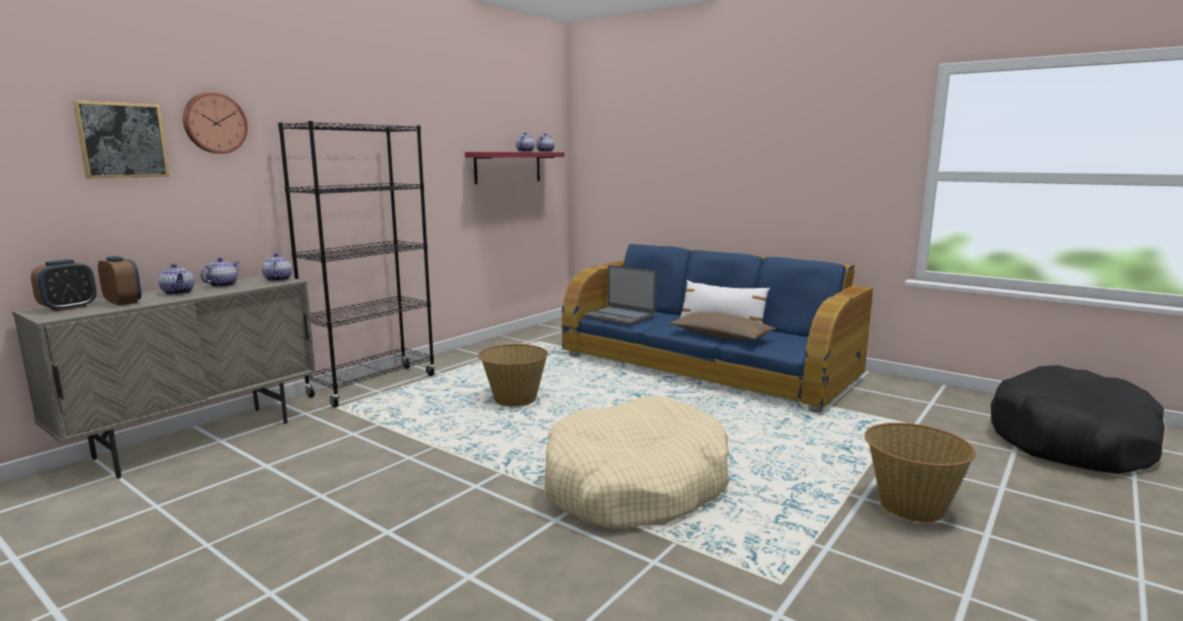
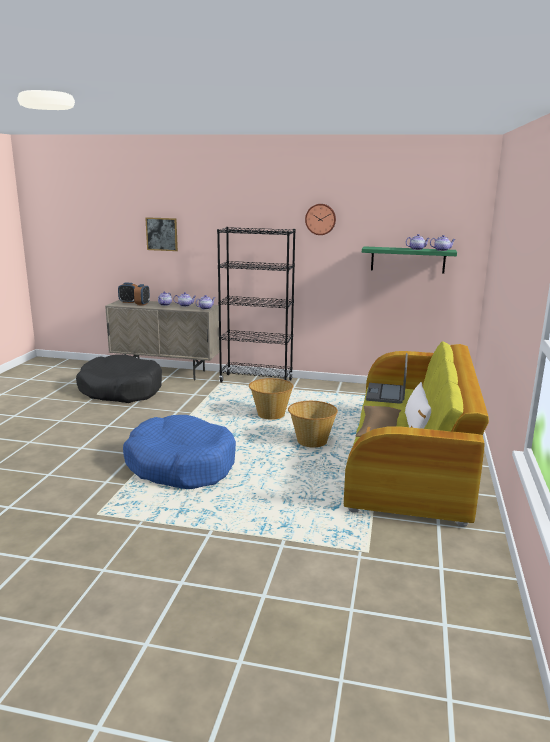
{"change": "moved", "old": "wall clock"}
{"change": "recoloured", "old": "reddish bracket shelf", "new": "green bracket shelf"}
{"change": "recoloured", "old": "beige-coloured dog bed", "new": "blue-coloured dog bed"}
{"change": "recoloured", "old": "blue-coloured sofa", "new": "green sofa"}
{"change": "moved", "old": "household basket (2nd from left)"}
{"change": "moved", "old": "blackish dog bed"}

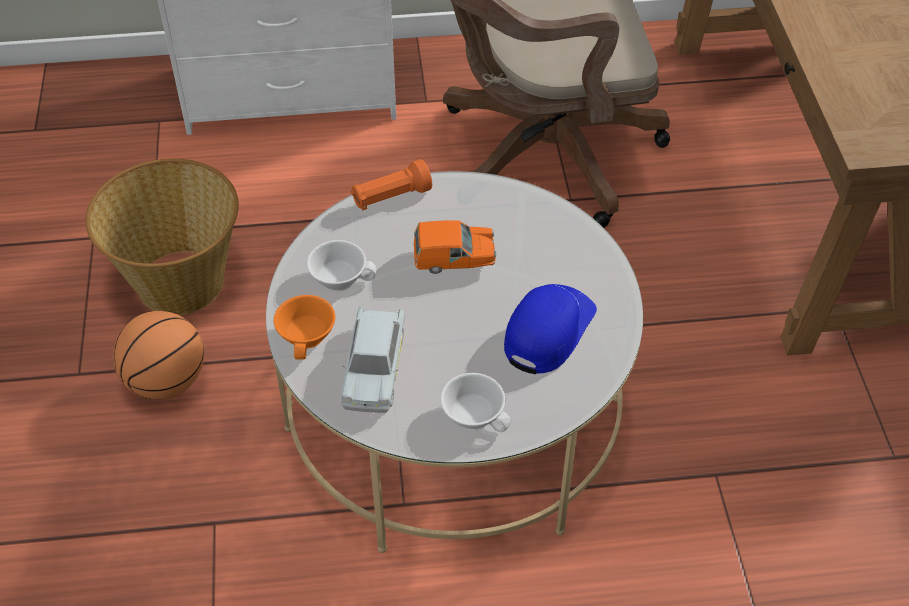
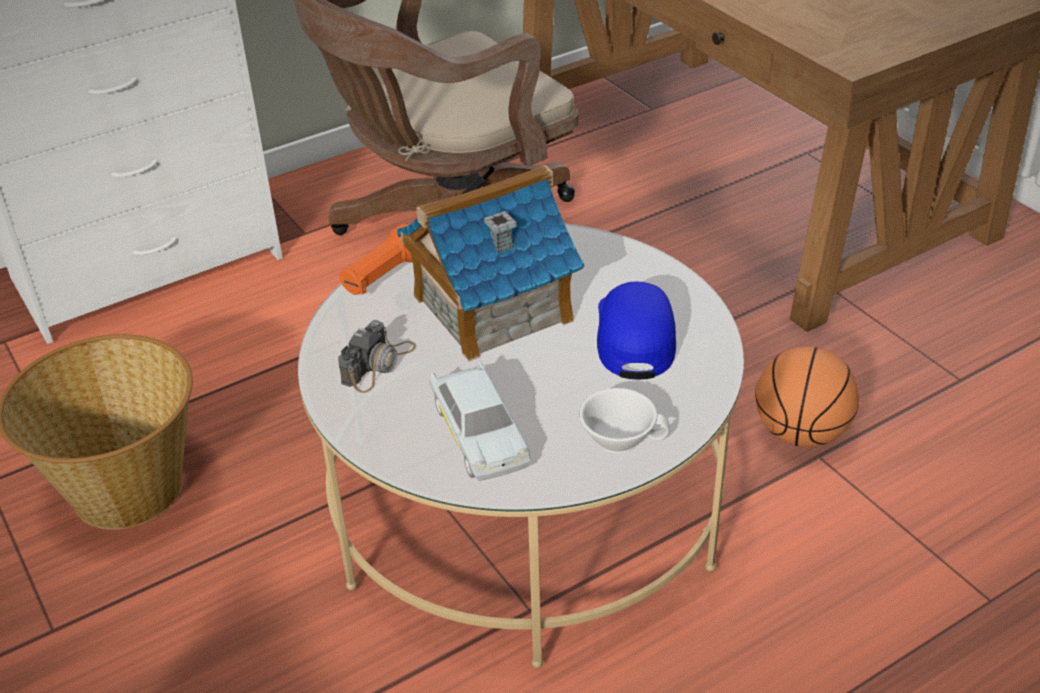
{"change": "moved", "old": "basketball"}
{"change": "removed", "old": "orange-coloured drinking cup"}
{"change": "replaced", "old": "white-coloured drinking cup (1st from left)", "new": "still camera"}
{"change": "replaced", "old": "orange-coloured model car", "new": "model house"}

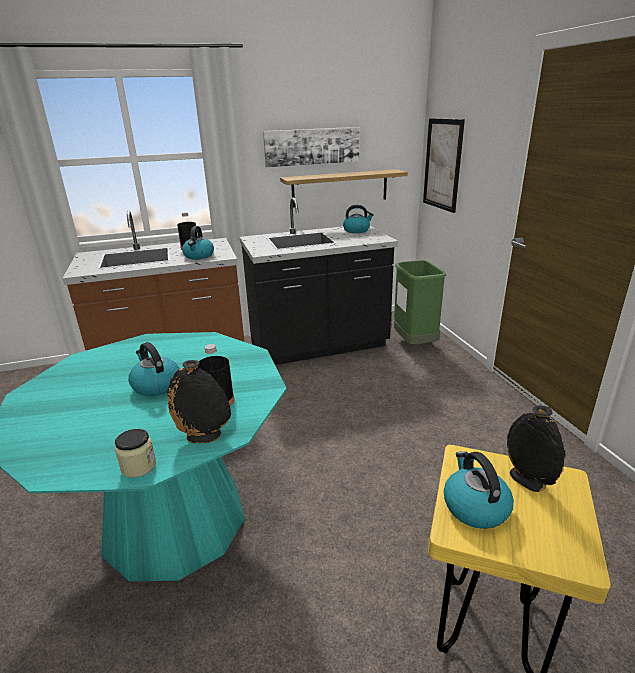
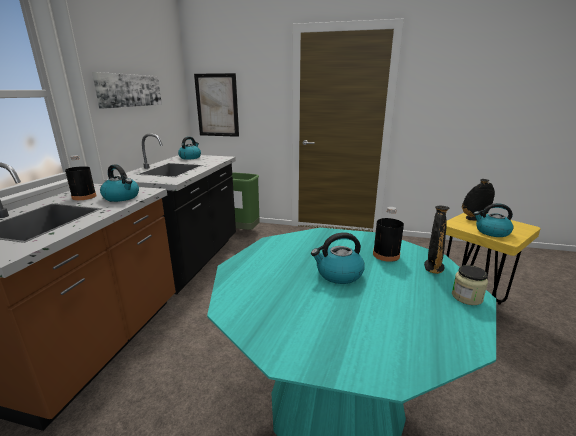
{"change": "removed", "old": "bracket shelf"}

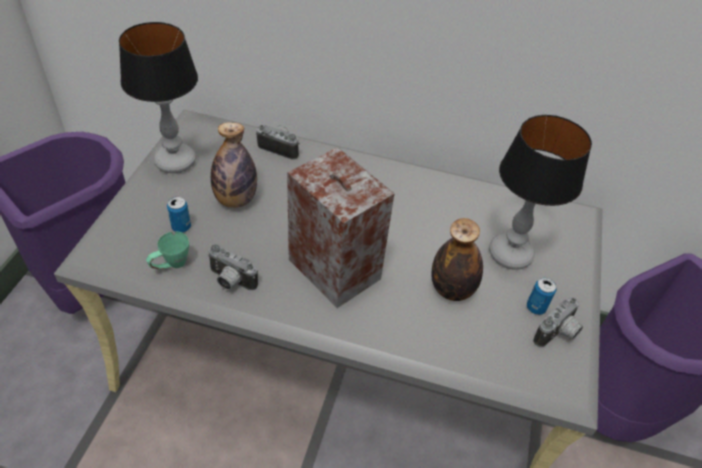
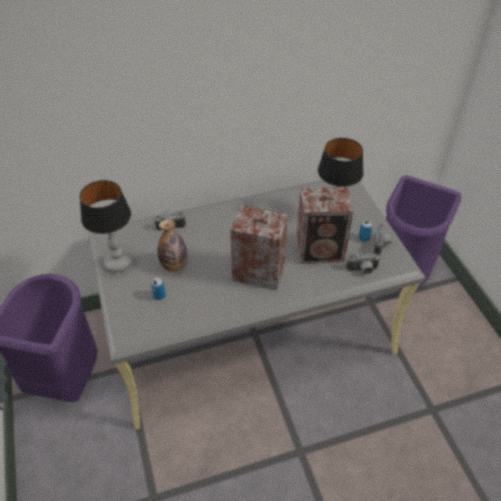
{"change": "removed", "old": "green coffee mug"}
{"change": "moved", "old": "still camera (1st from left in the first image)", "new": "still camera (2nd from left)"}
{"change": "replaced", "old": "beverage bottle (2nd from left)", "new": "speaker (2nd from left)"}

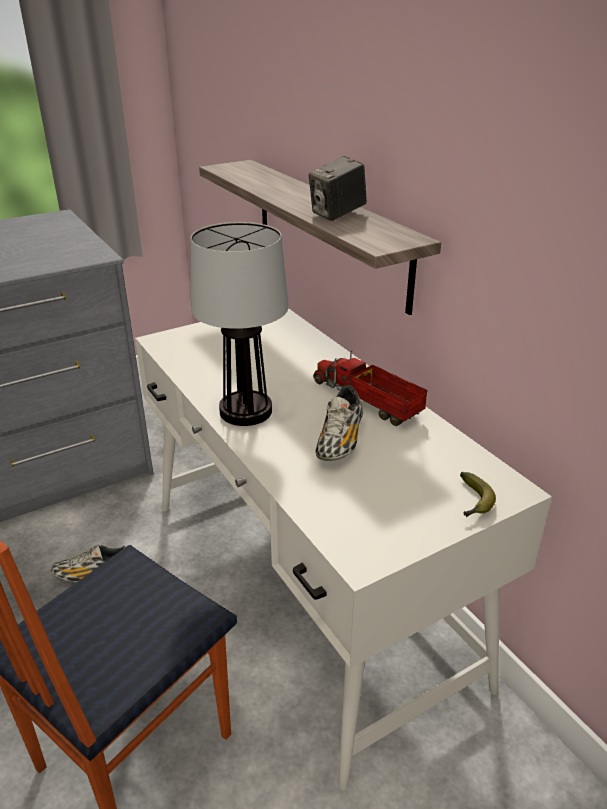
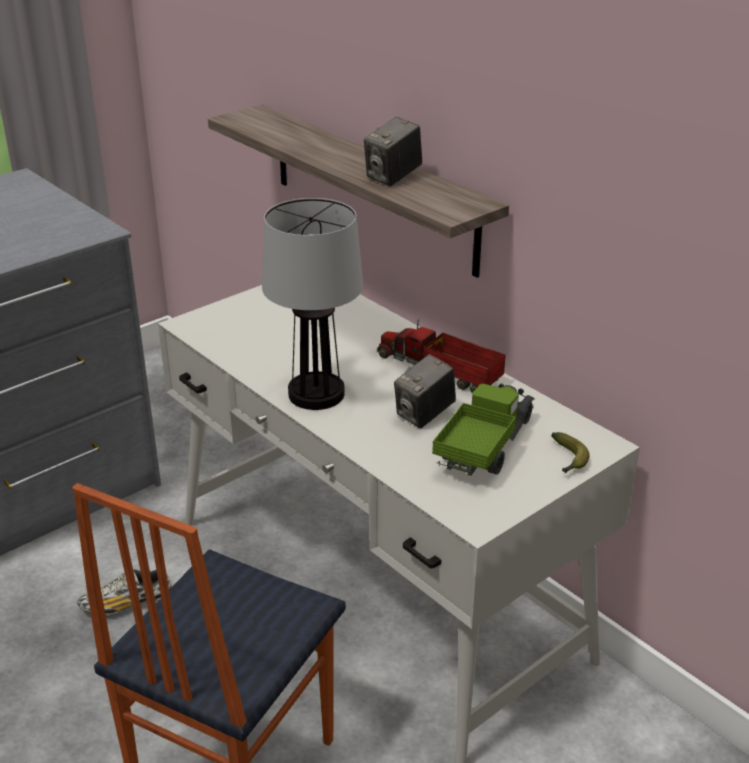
{"change": "replaced", "old": "low shoe (2nd from left)", "new": "still camera (2nd from left)"}
{"change": "added", "new": "toy lorry (2nd from left)"}

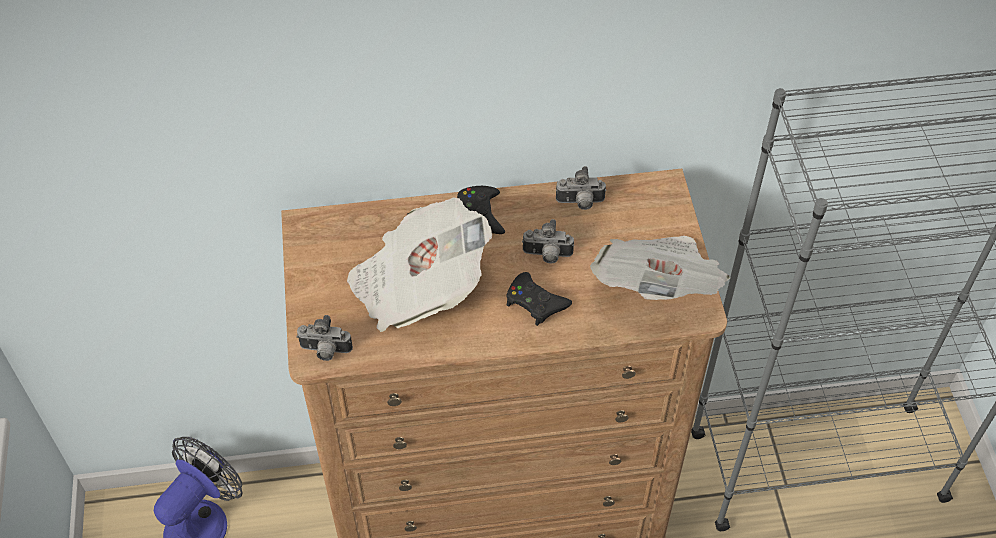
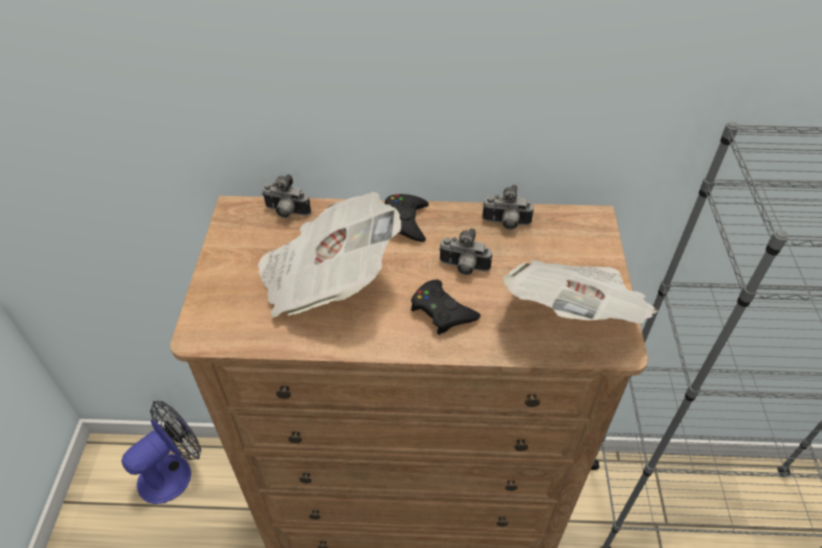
{"change": "moved", "old": "still camera (1st from left)"}

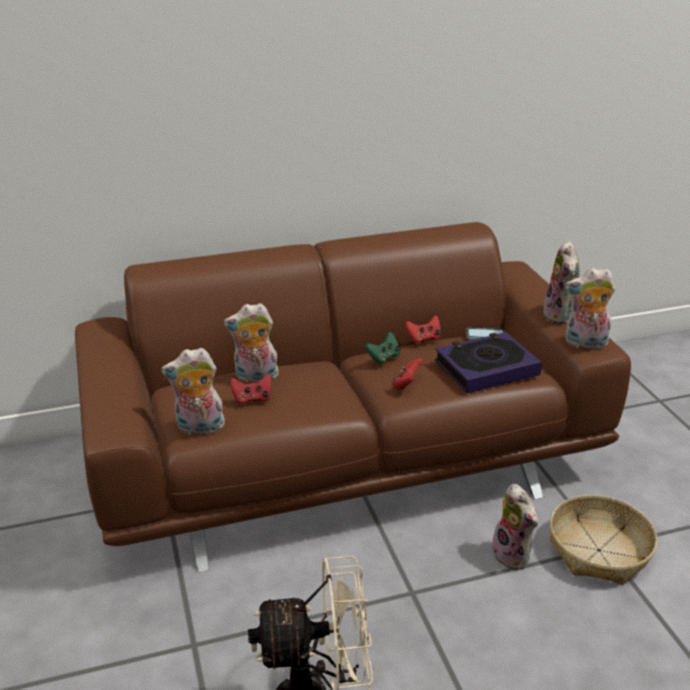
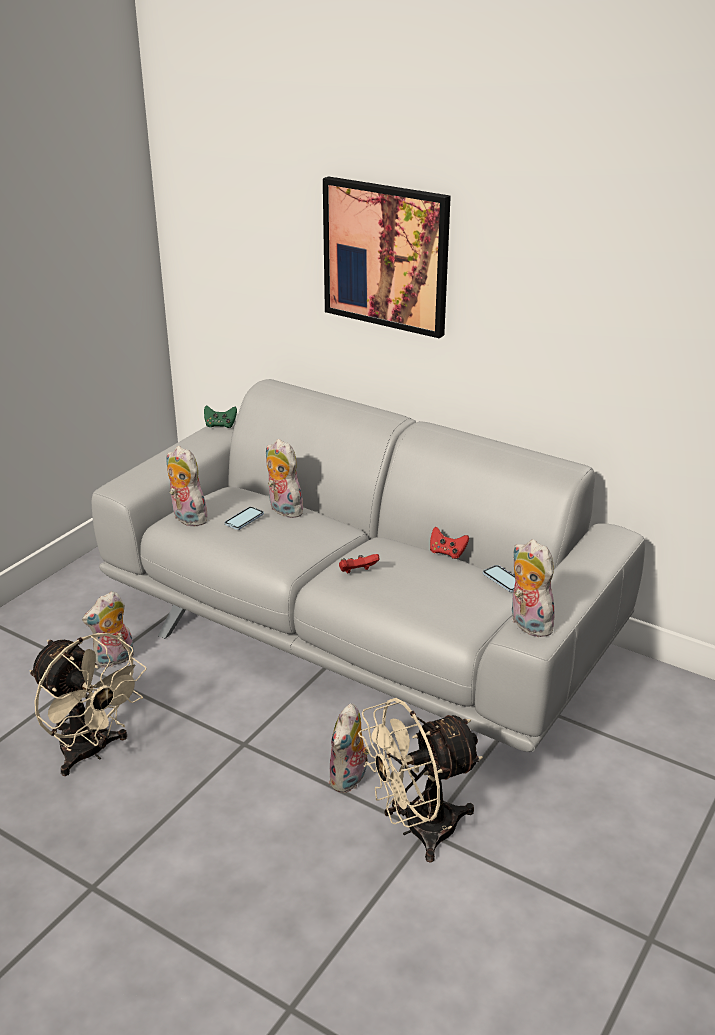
{"change": "recoloured", "old": "brownish sofa", "new": "greyish sofa"}
{"change": "replaced", "old": "reddish joypad (1st from left)", "new": "handset (1st from left)"}
{"change": "moved", "old": "green joypad"}
{"change": "removed", "old": "bound book"}
{"change": "moved", "old": "cuddly toy (4th from left in the first image)", "new": "cuddly toy (1st from left)"}
{"change": "replaced", "old": "household basket", "new": "beige-coloured fan (2nd from left)"}
{"change": "added", "new": "wall art"}

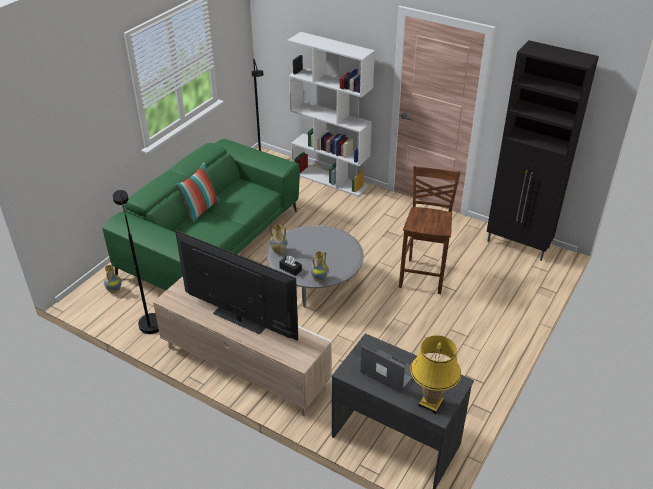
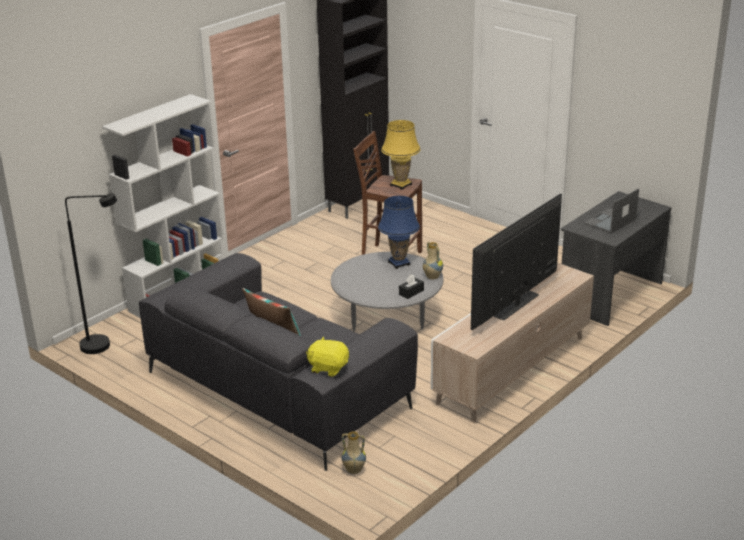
{"change": "recoloured", "old": "green sofa", "new": "greyish sofa"}
{"change": "removed", "old": "blackish floor lamp (1st from left)"}
{"change": "removed", "old": "flower vase (2nd from left)"}
{"change": "moved", "old": "yellow-coloured lamp for a table"}
{"change": "added", "new": "yellow-coloured cuddly toy"}
{"change": "added", "new": "blue-coloured lamp for a table"}

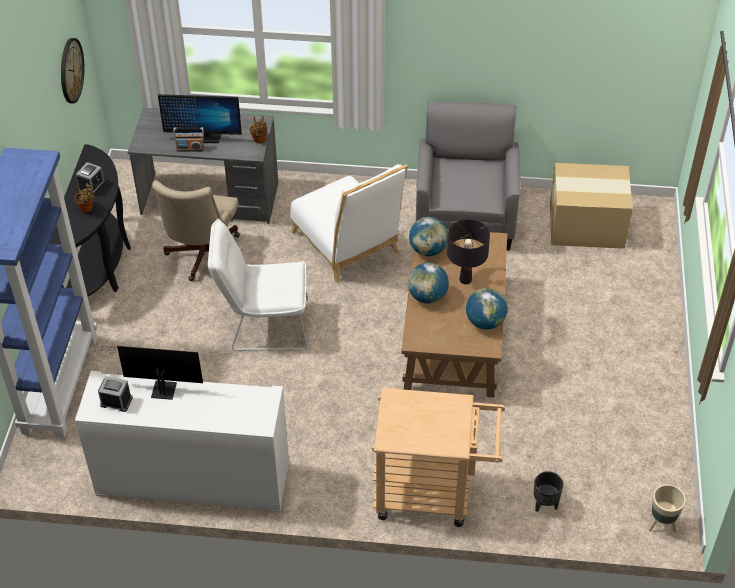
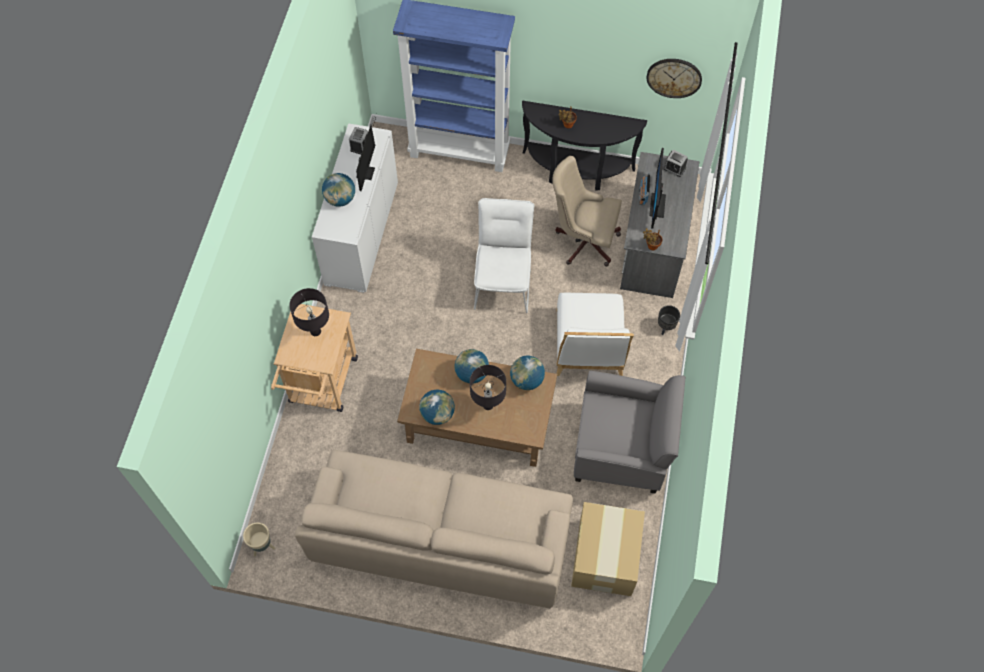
{"change": "moved", "old": "table clock (1st from left in the first image)", "new": "table clock (2nd from left)"}
{"change": "turned", "old": "white-coloured upright chair (2nd from left)", "degrees": -60}
{"change": "moved", "old": "blackish planter"}
{"change": "added", "new": "blackish lamp for a table (1st from left)"}
{"change": "added", "new": "beige-coloured sofa"}
{"change": "added", "new": "world globe (1st from left)"}

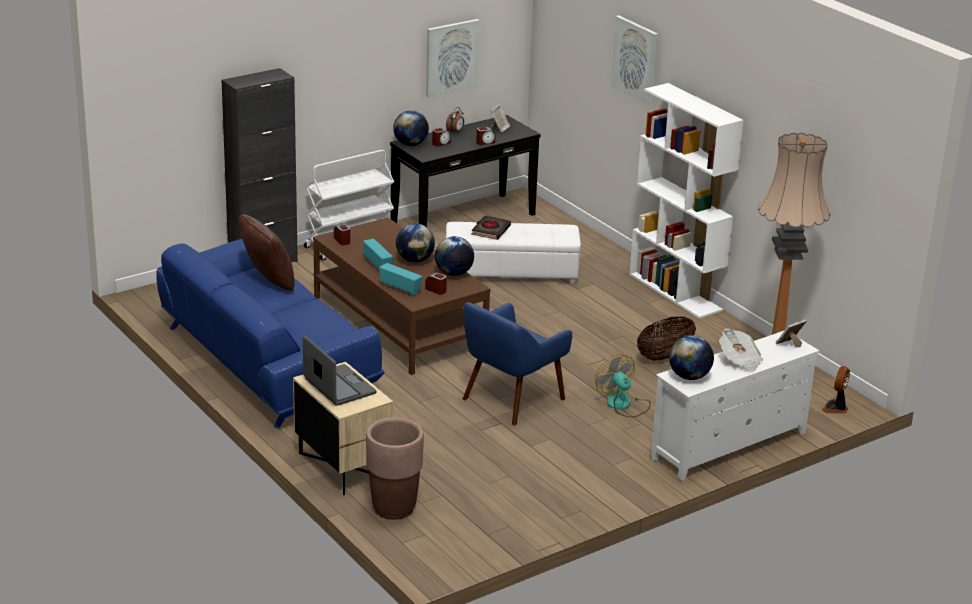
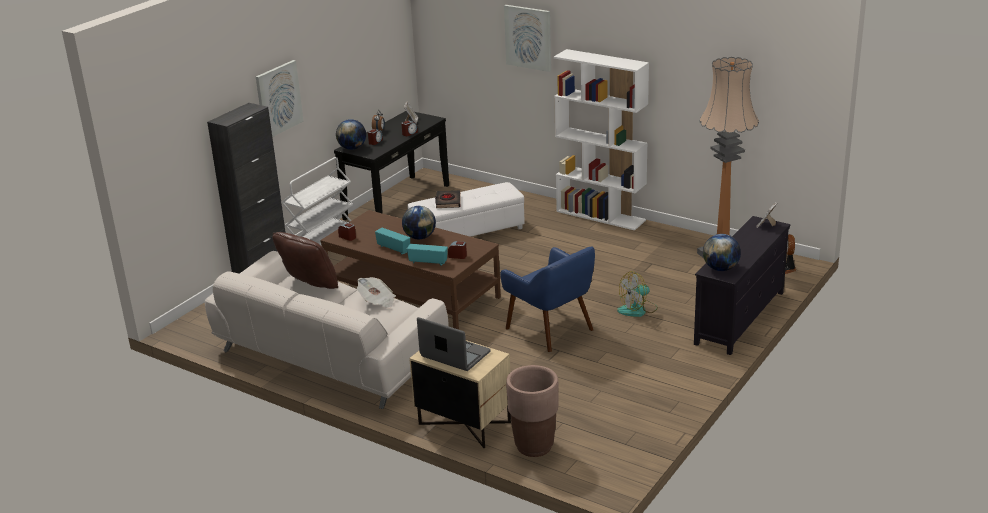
{"change": "recoloured", "old": "blue-coloured sofa", "new": "white-coloured sofa"}
{"change": "moved", "old": "wall art (1st from left)"}
{"change": "removed", "old": "world globe (3rd from left)"}
{"change": "turned", "old": "blue-coloured lounge chair", "degrees": -60}
{"change": "turned", "old": "fan (1st from left)", "degrees": -60}
{"change": "removed", "old": "household basket"}
{"change": "recoloured", "old": "white-coloured tv stand", "new": "blackish tv stand"}
{"change": "moved", "old": "printed paper"}

